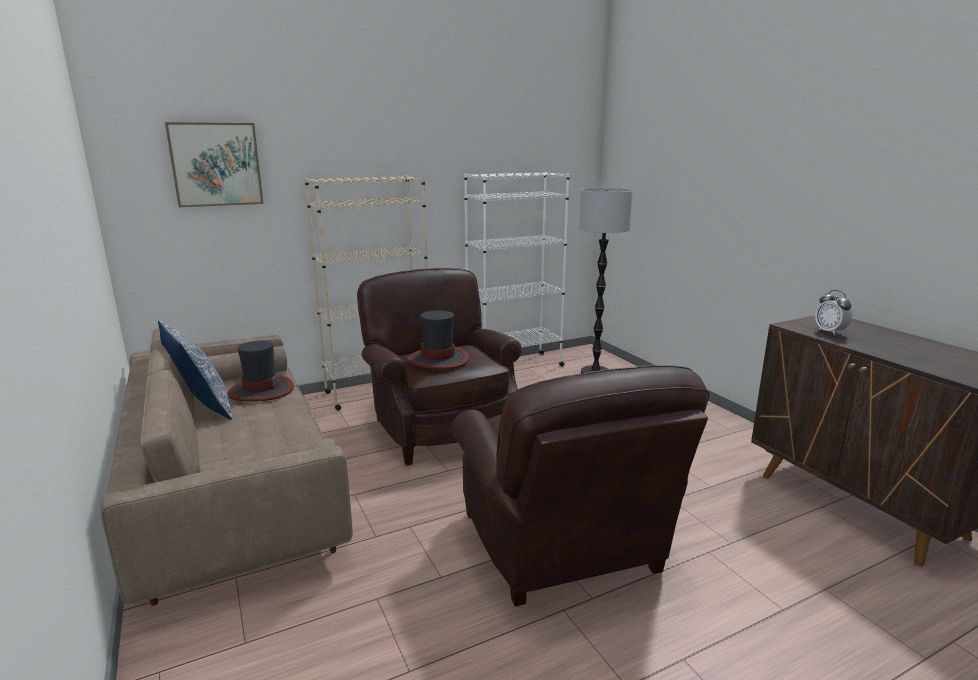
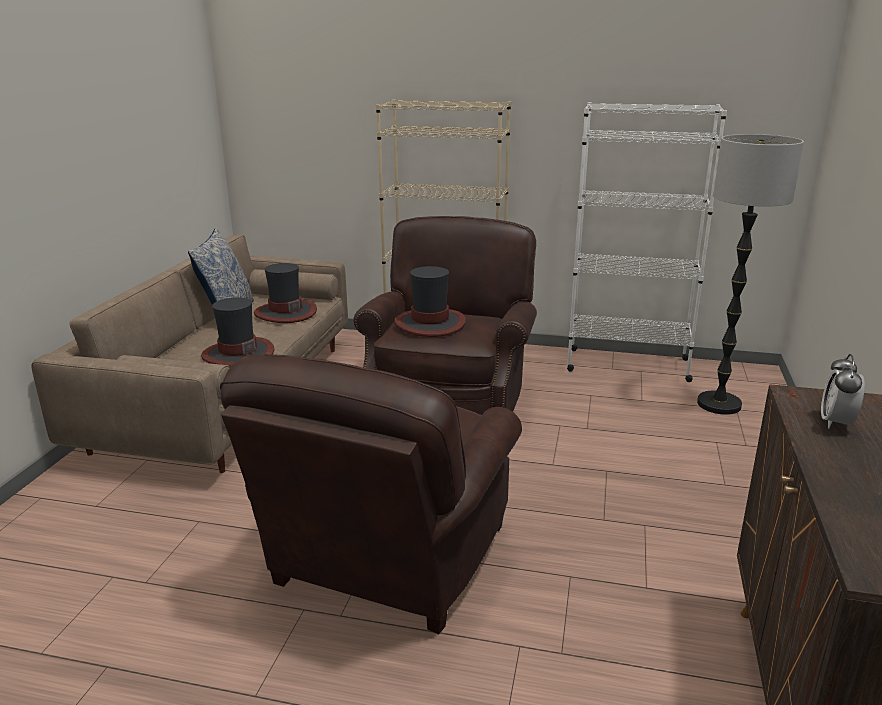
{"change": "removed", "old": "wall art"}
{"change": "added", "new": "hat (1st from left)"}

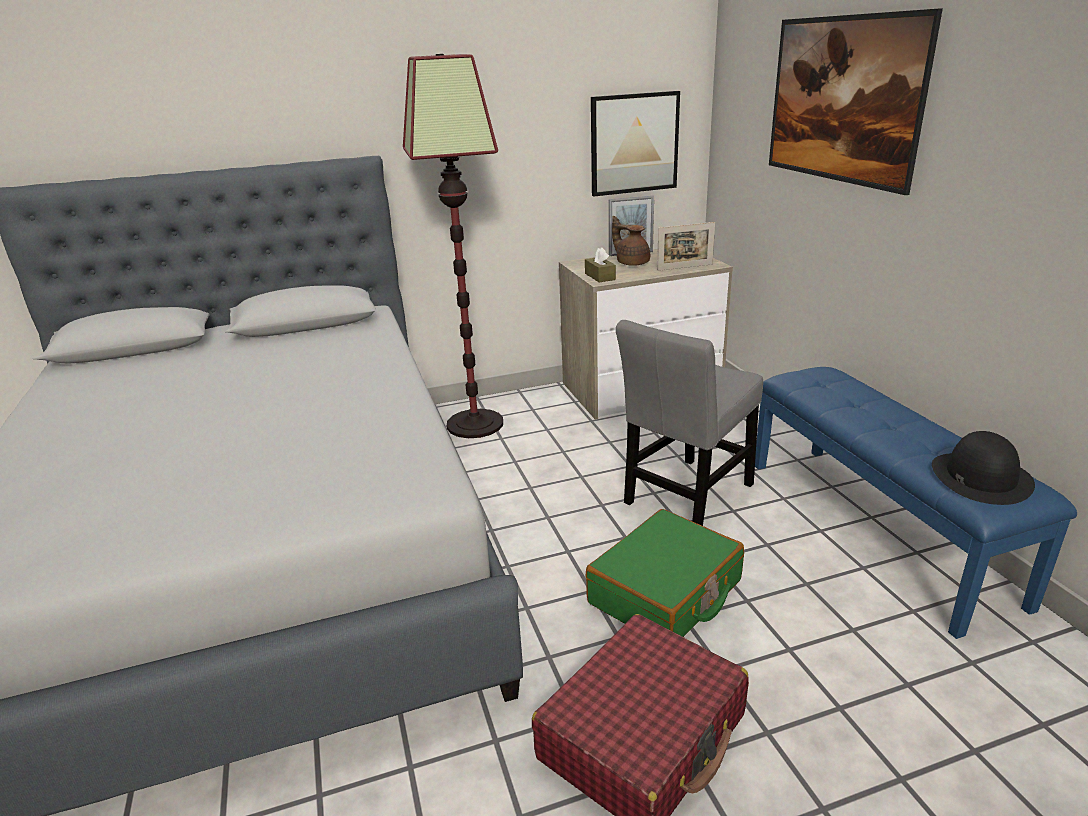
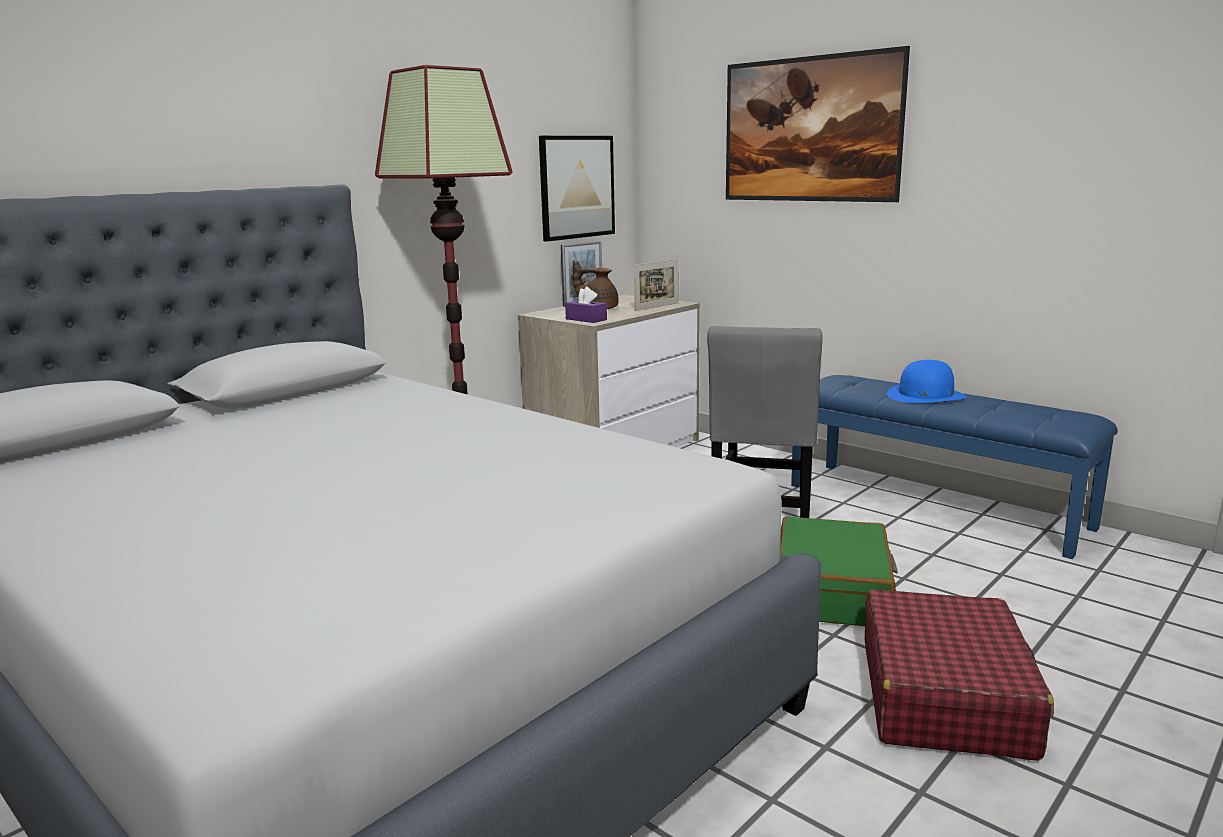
{"change": "recoloured", "old": "brownish tissue box", "new": "purplish tissue box"}
{"change": "removed", "old": "blackish hat"}
{"change": "added", "new": "blue-coloured hat"}

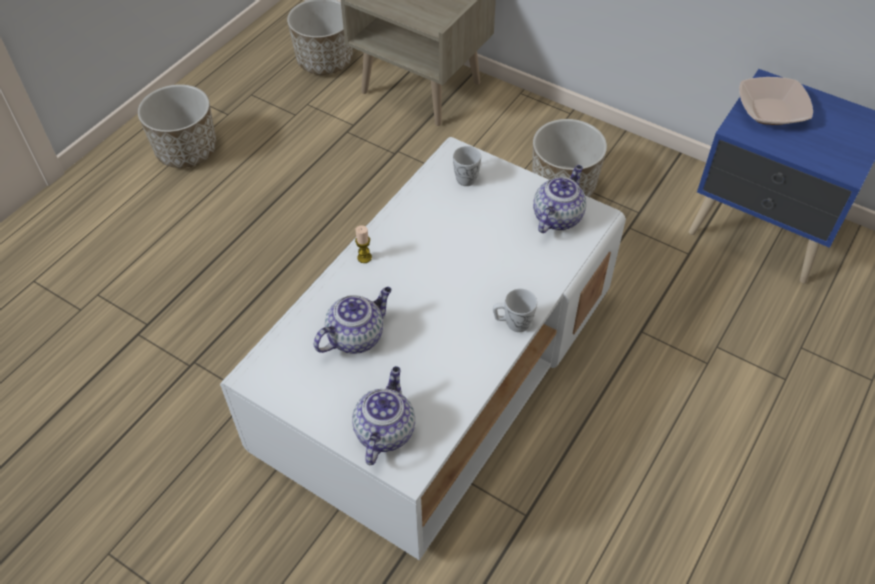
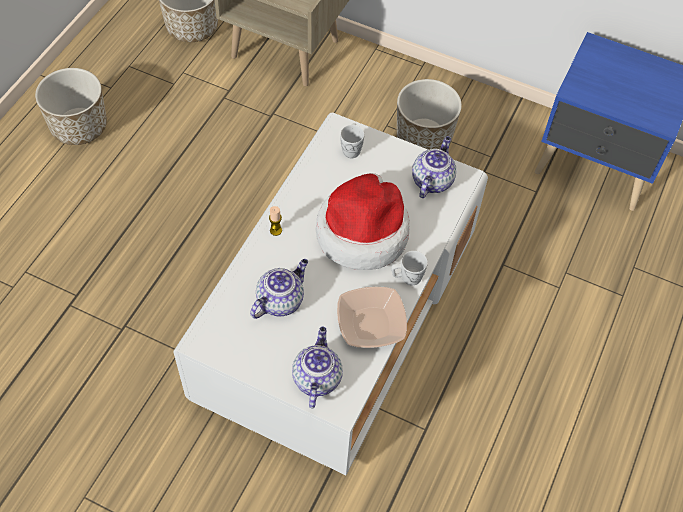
{"change": "moved", "old": "bowl"}
{"change": "added", "new": "hat"}

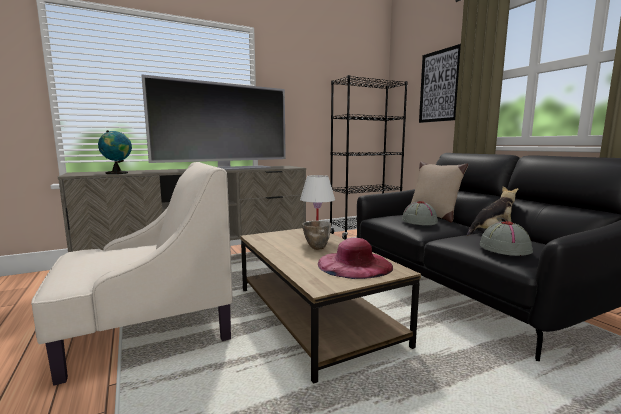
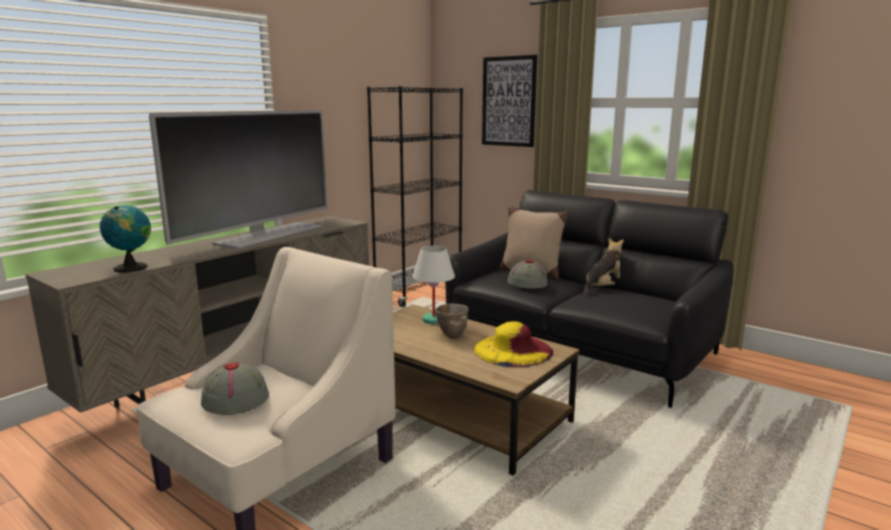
{"change": "recoloured", "old": "pink-coloured hat", "new": "yellow-coloured hat"}
{"change": "moved", "old": "greyish hat (2nd from left in the first image)", "new": "greyish hat (1st from left)"}

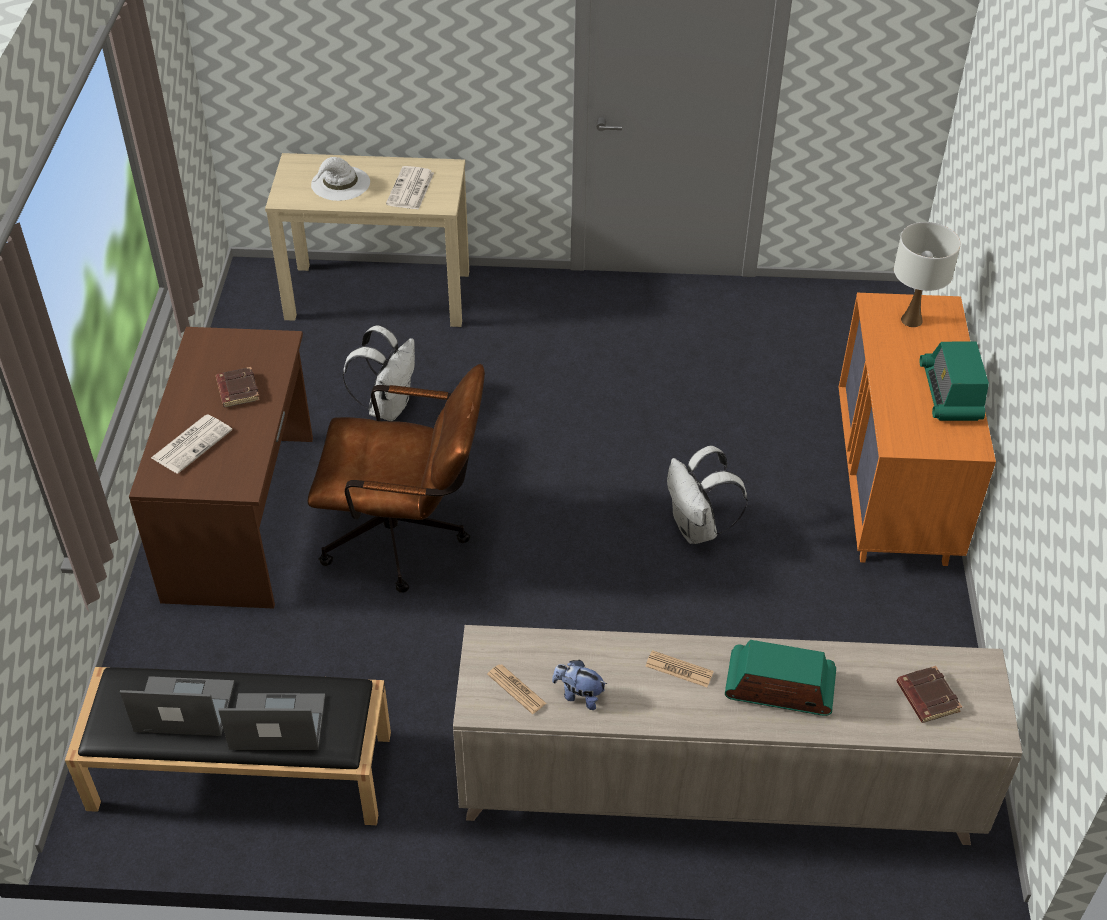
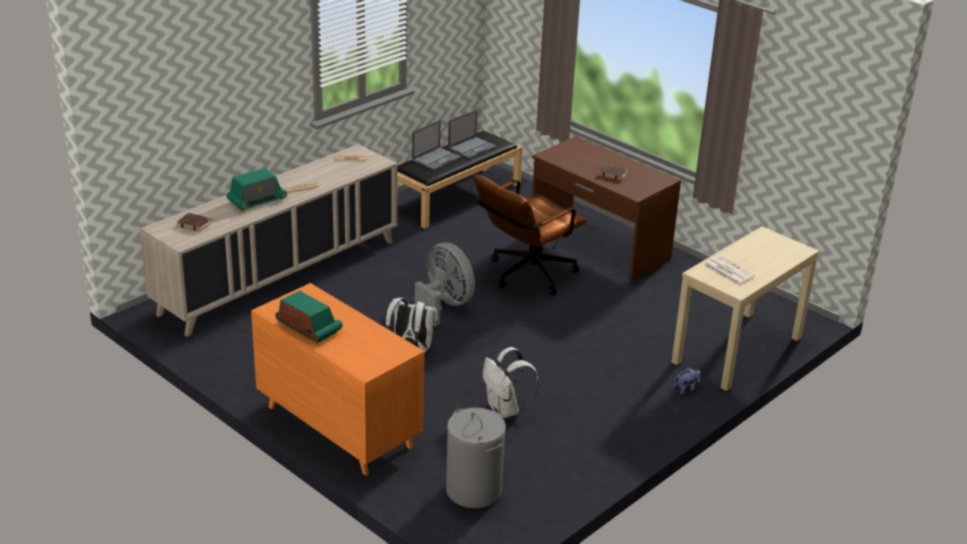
{"change": "removed", "old": "printed paper (1st from left)"}
{"change": "removed", "old": "white-coloured hat"}
{"change": "moved", "old": "white-coloured backpack (1st from left in the first image)", "new": "white-coloured backpack (2nd from left)"}
{"change": "moved", "old": "cuddly toy"}
{"change": "removed", "old": "white-coloured lamp for a table"}
{"change": "added", "new": "greyish fan"}
{"change": "added", "new": "greyish washing basket"}

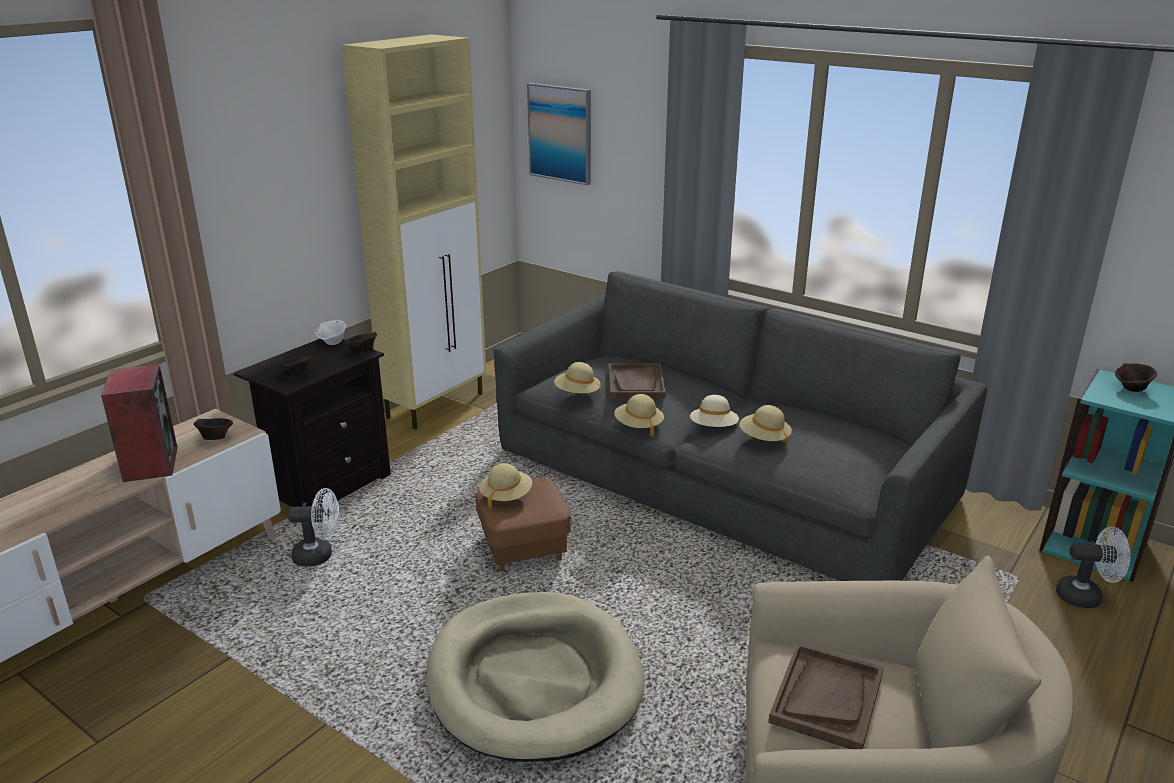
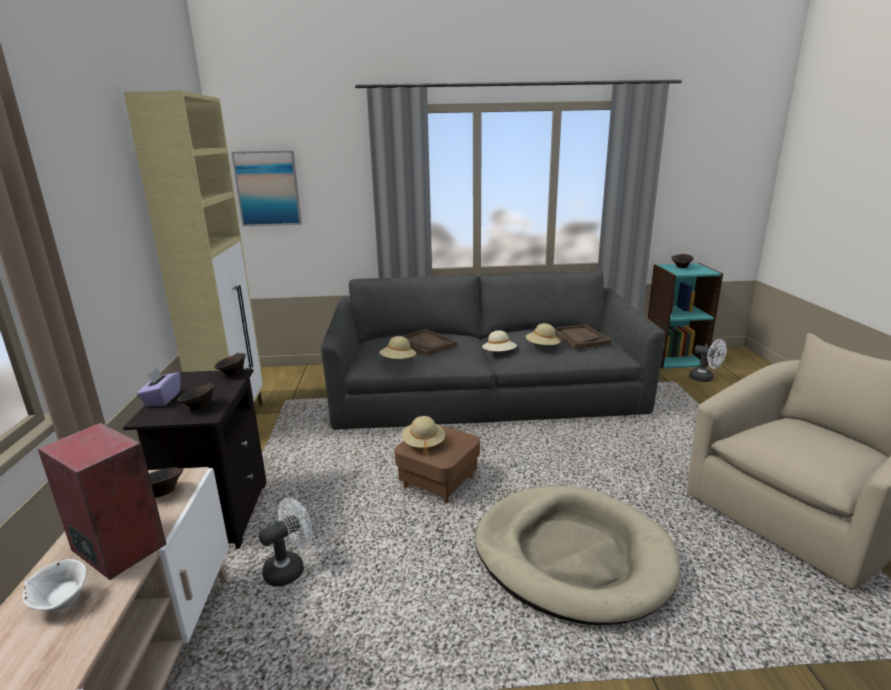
{"change": "moved", "old": "white-coloured bowl"}
{"change": "removed", "old": "beige-coloured hat (3rd from left)"}
{"change": "moved", "old": "brownish tray (2nd from left)"}
{"change": "turned", "old": "white-coloured fan (2nd from left)", "degrees": 75}
{"change": "added", "new": "purplish tissue box"}

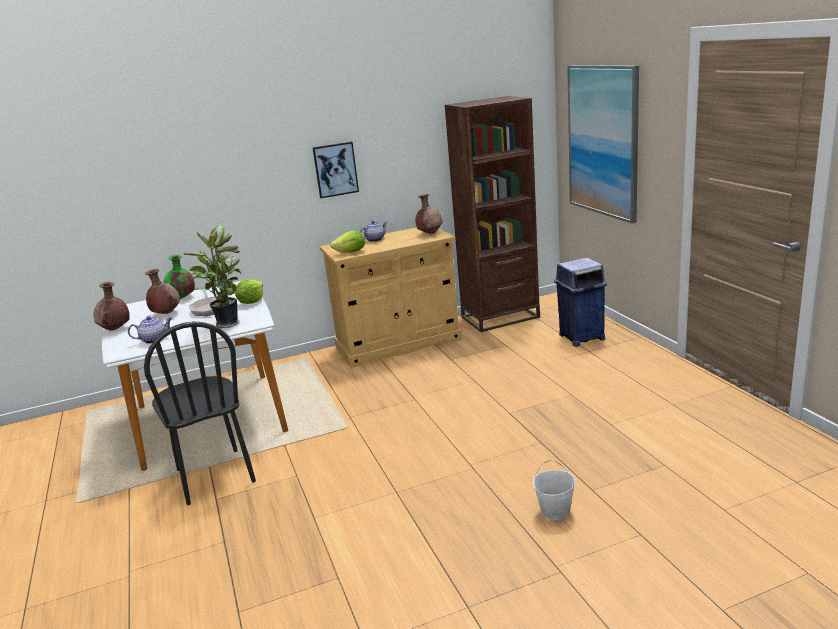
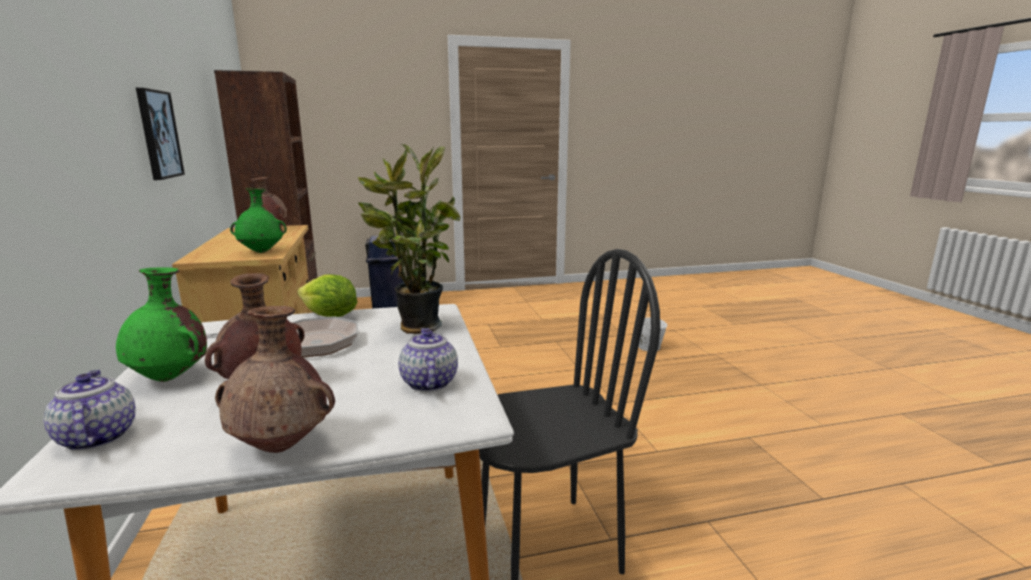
{"change": "replaced", "old": "head of lettuce (2nd from left)", "new": "green flower vase (2nd from left)"}
{"change": "moved", "old": "teapot (2nd from left in the first image)", "new": "teapot (1st from left)"}
{"change": "removed", "old": "wall art (2nd from left)"}

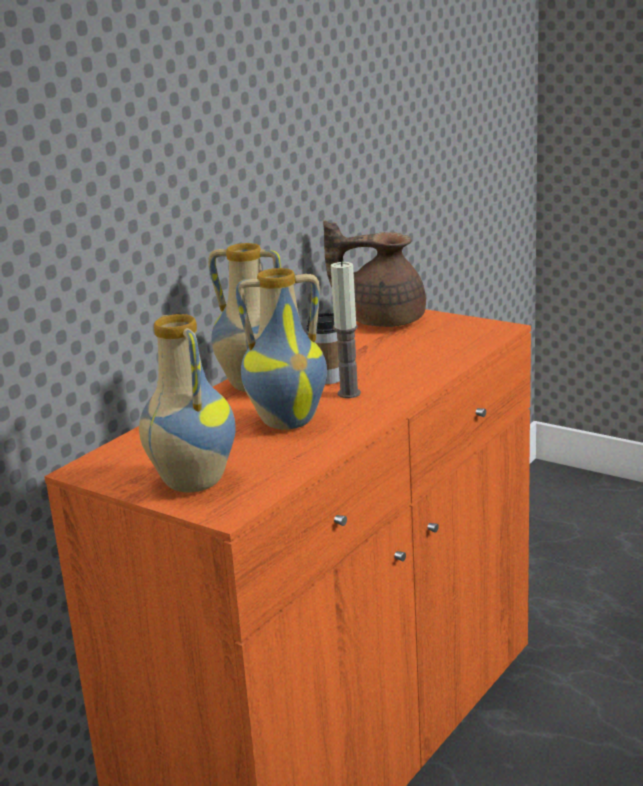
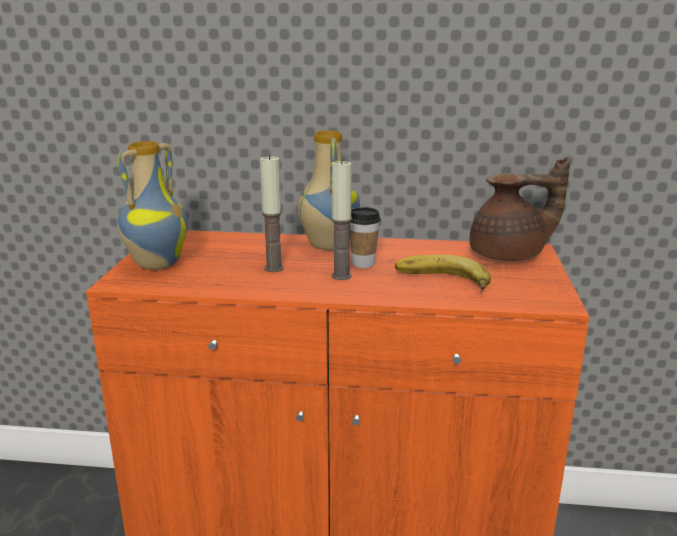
{"change": "replaced", "old": "flower vase (3rd from left)", "new": "wax candle (1st from left)"}
{"change": "turned", "old": "brownish teapot", "degrees": 105}
{"change": "added", "new": "banana"}

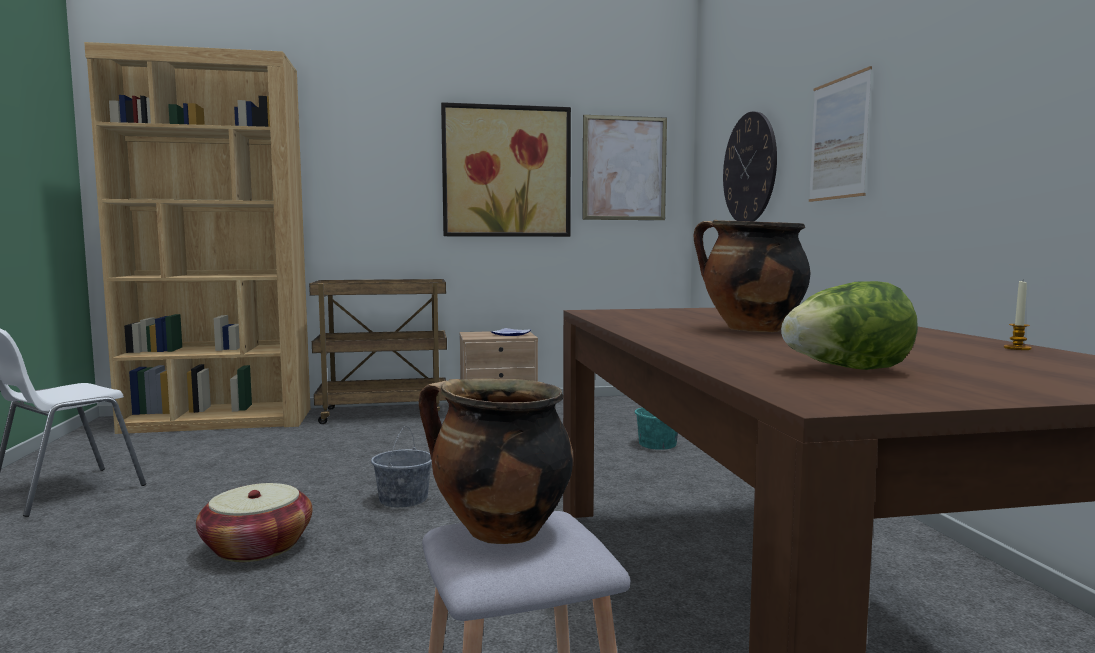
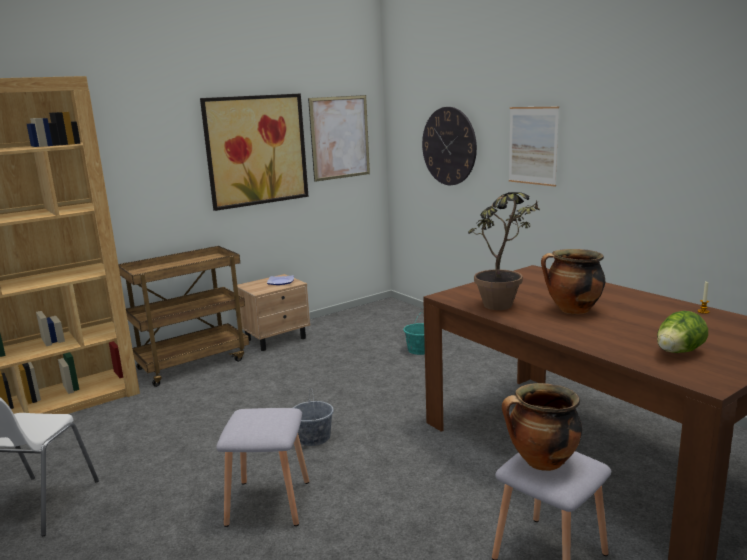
{"change": "replaced", "old": "household basket", "new": "greyish stool (1st from left)"}
{"change": "added", "new": "houseplant"}

